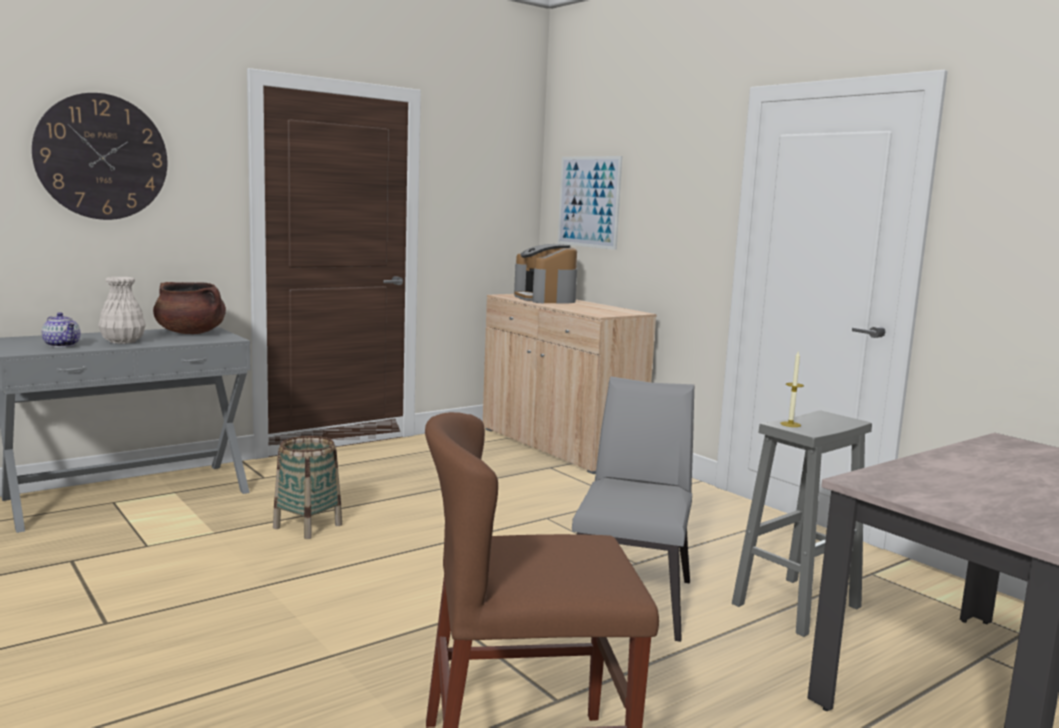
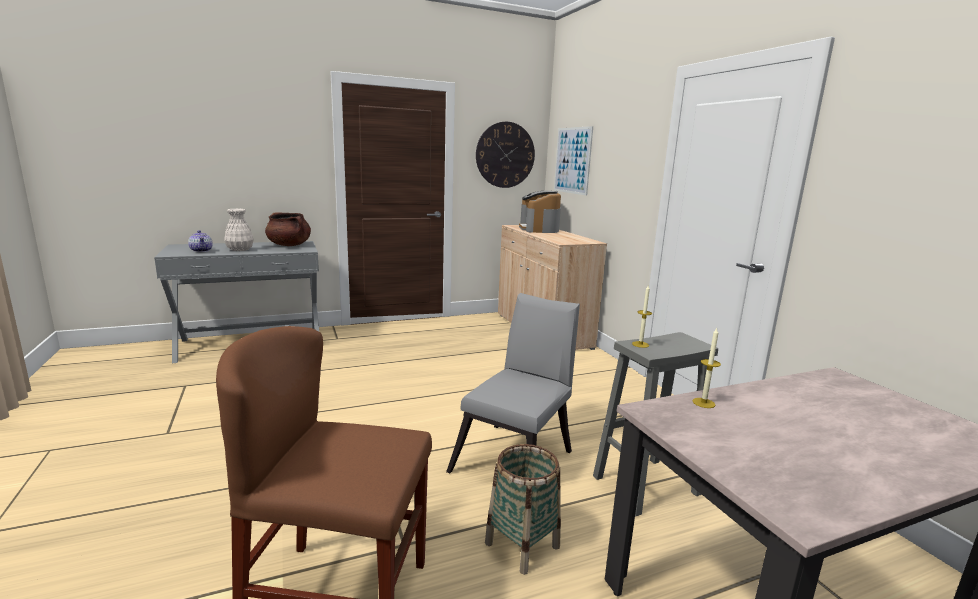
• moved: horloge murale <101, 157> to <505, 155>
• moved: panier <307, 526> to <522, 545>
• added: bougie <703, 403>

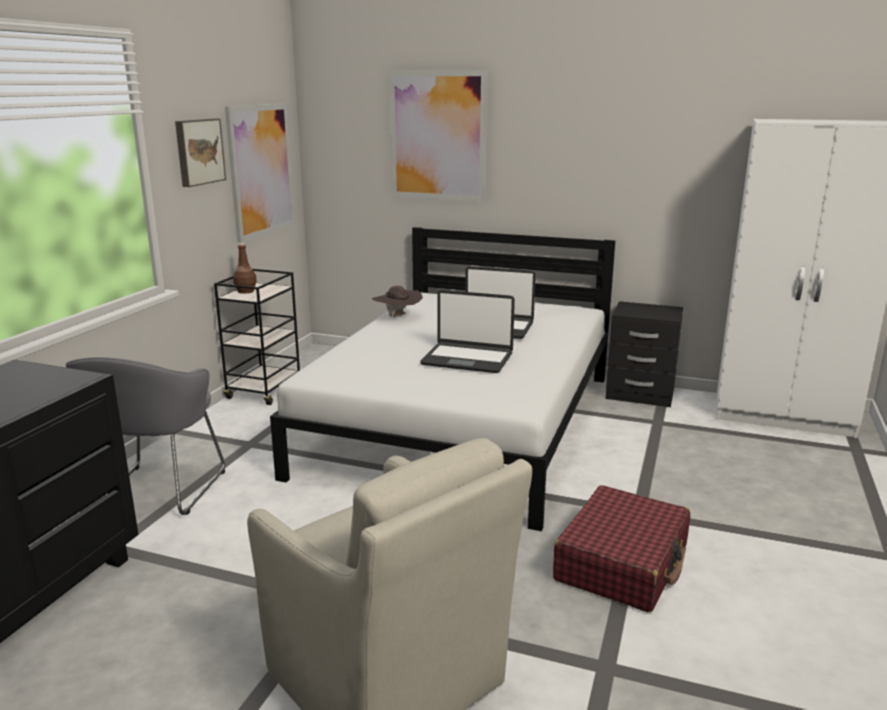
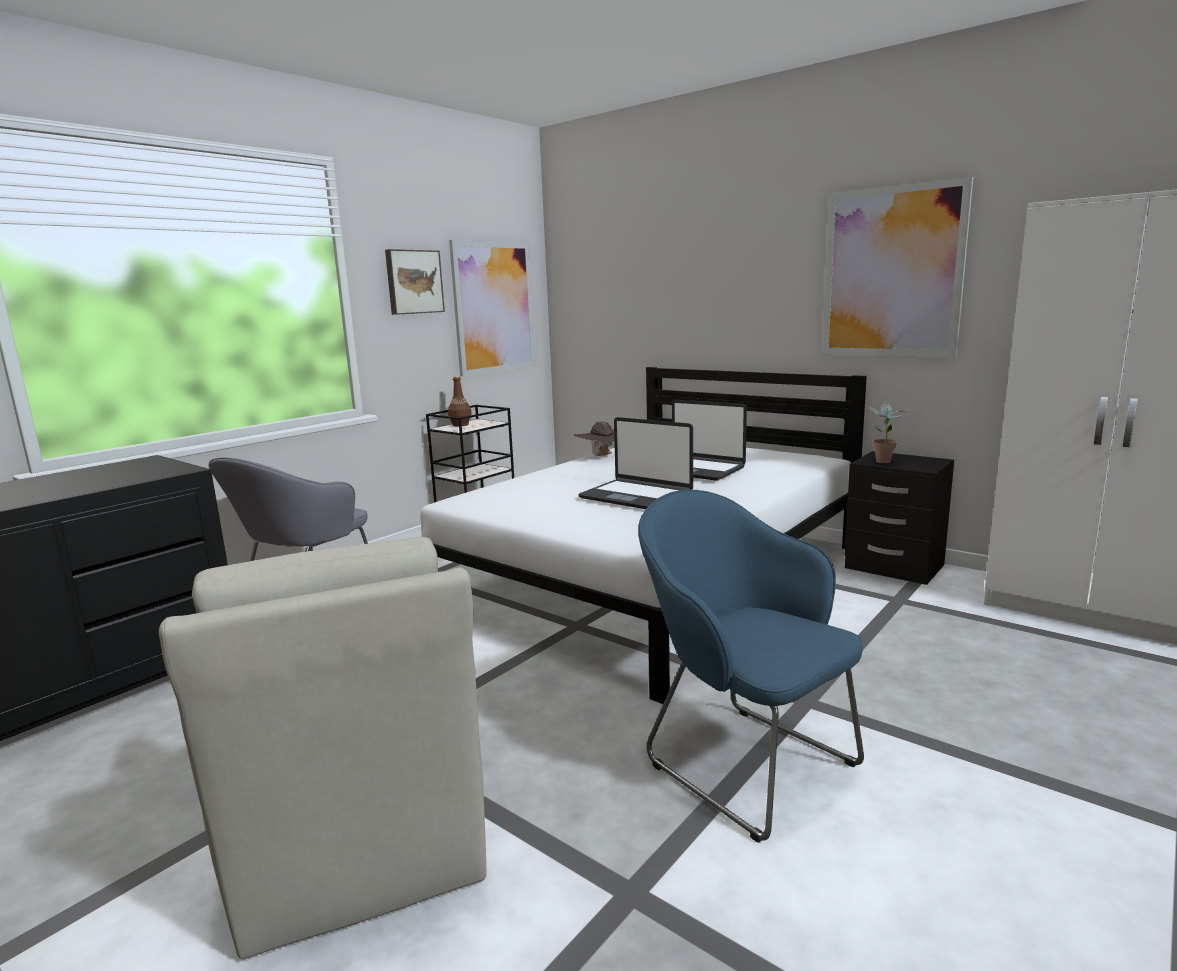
• replaced: valise (rouge) <622, 563> to fauteuil (bleu) <743, 761>
• moved: tableau <438, 136> to <892, 273>
• added: plante en pot <883, 463>

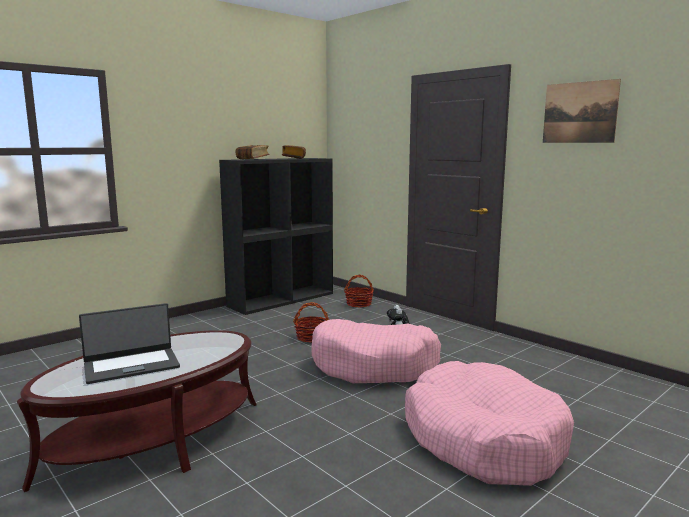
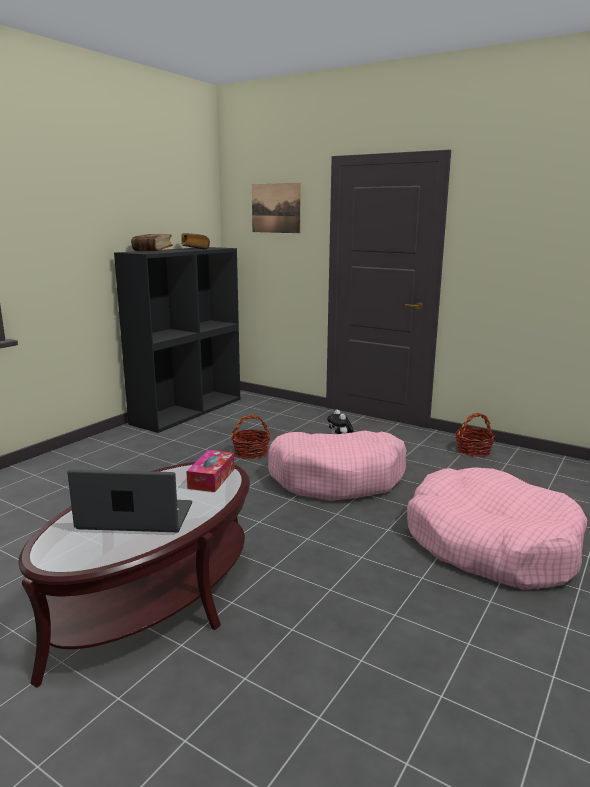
• turned: ordinateur portable <131, 365> = <135, 518> 135 degrees counterclockwise
• added: boîte à mouchoirs <211, 478>
• moved: tableau <579, 112> to <276, 208>
• moved: panier <359, 304> to <473, 450>

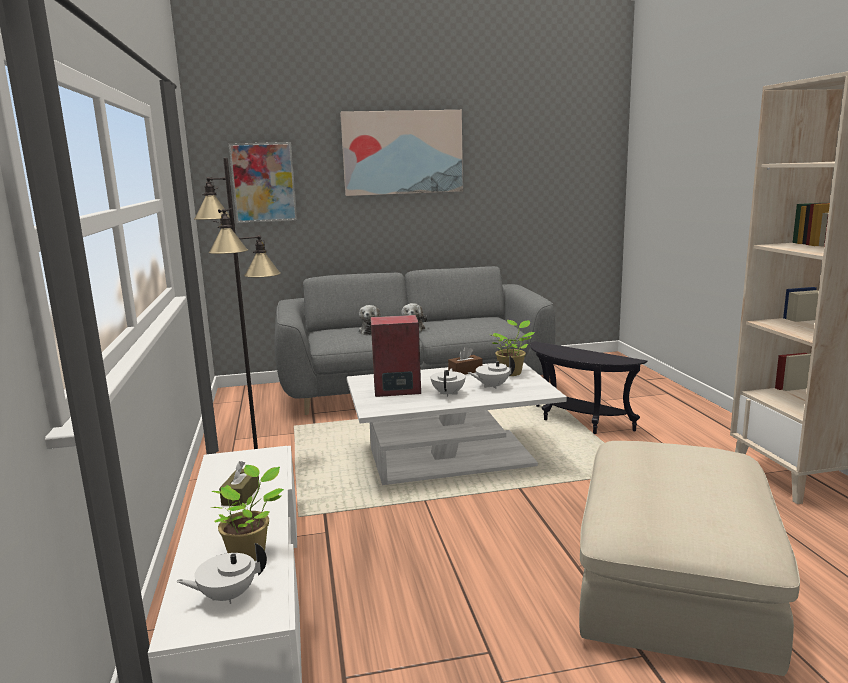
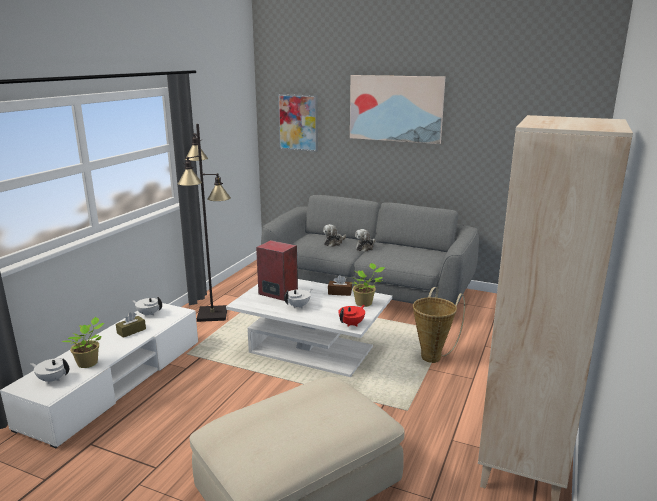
• moved: théière (blanc) <492, 386> to <148, 314>
• added: théière (rouge) <352, 324>
• replaced: table d'appoint (noir) <577, 422> to panier <433, 356>

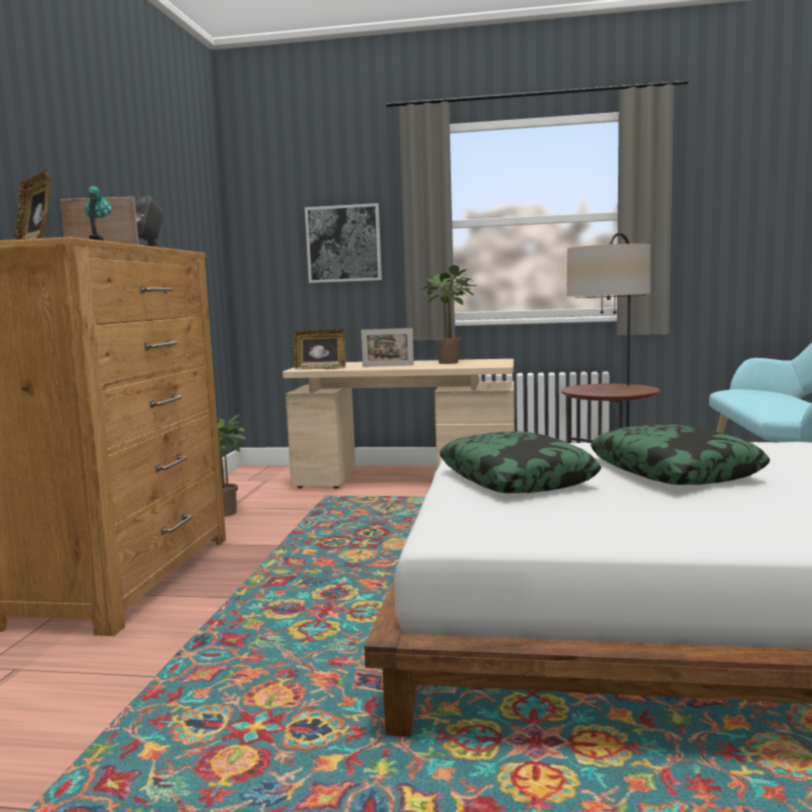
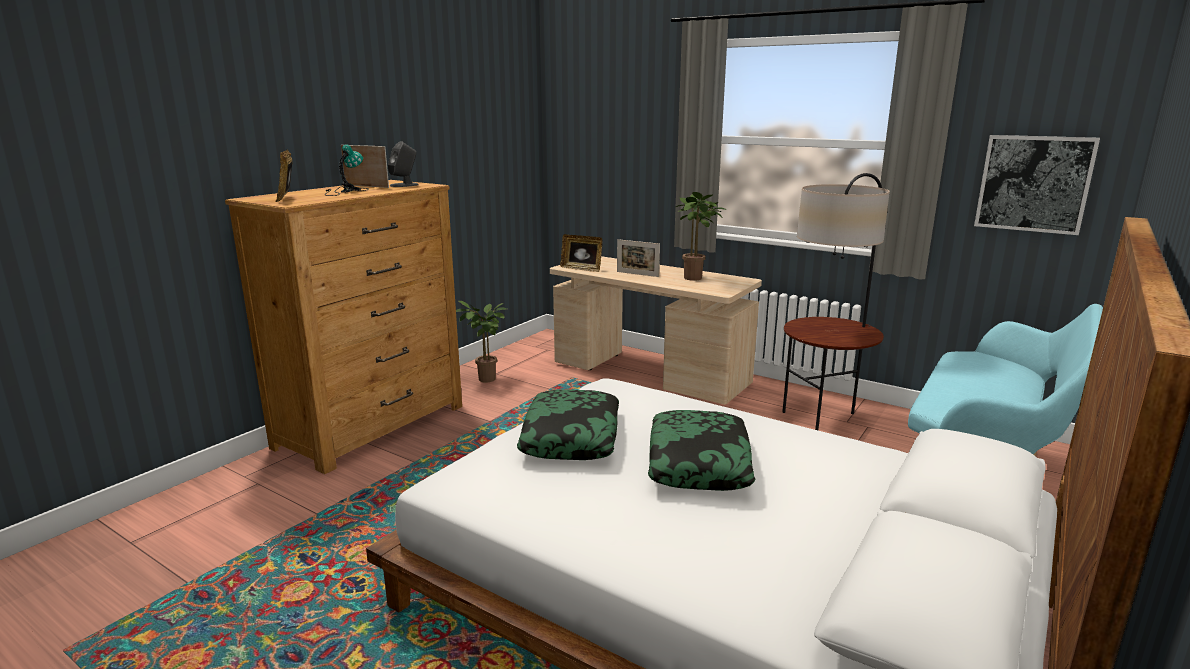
• moved: tableau <344, 243> to <1034, 183>

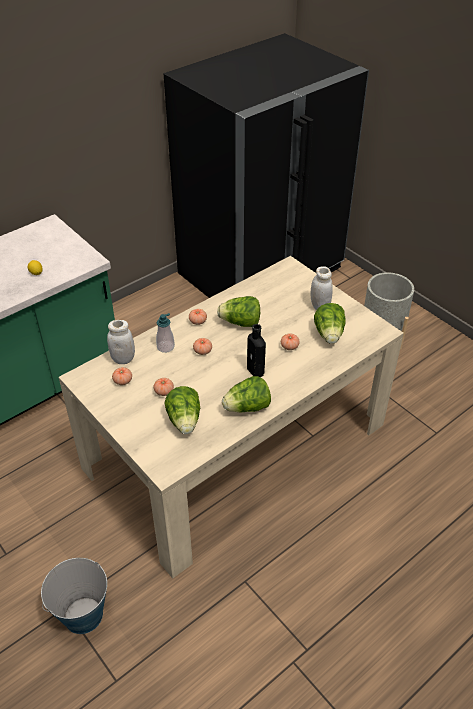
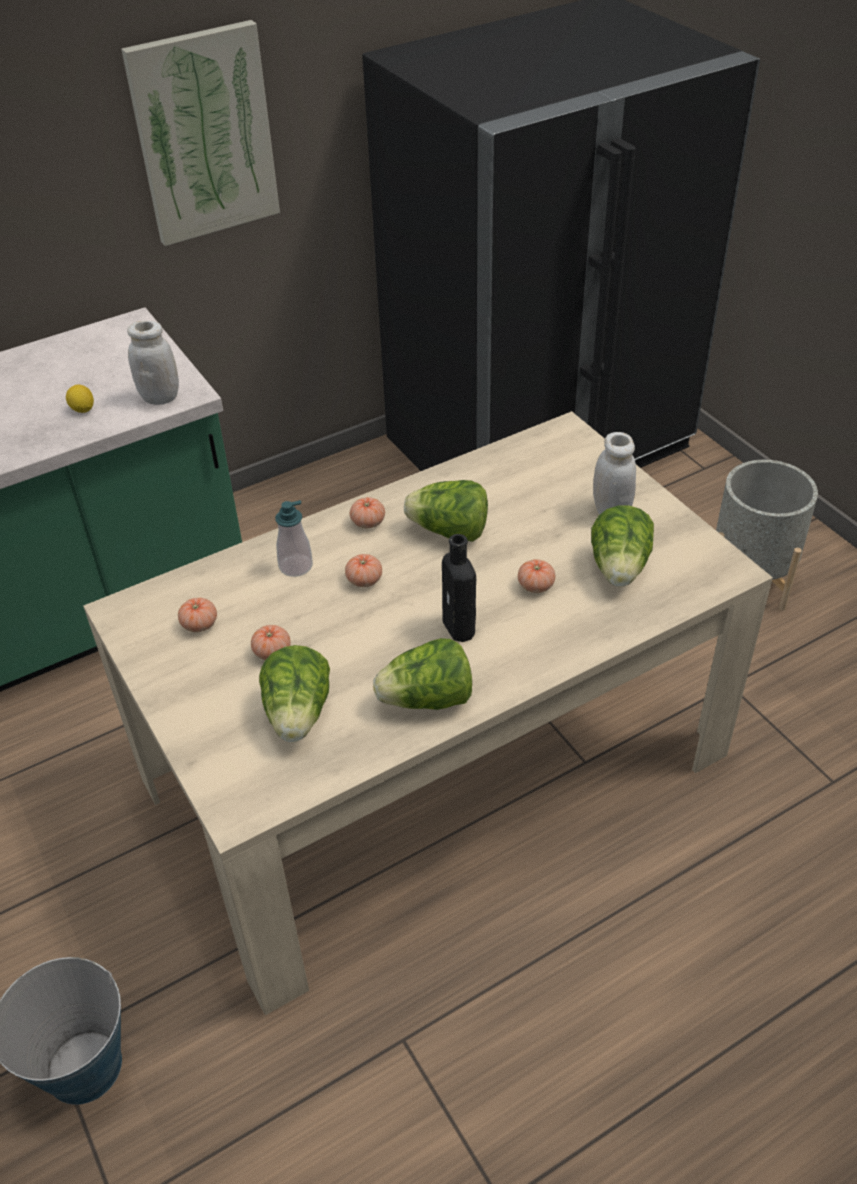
• added: tableau <204, 134>
• moved: bocal (blanc) <123, 359> to <160, 397>

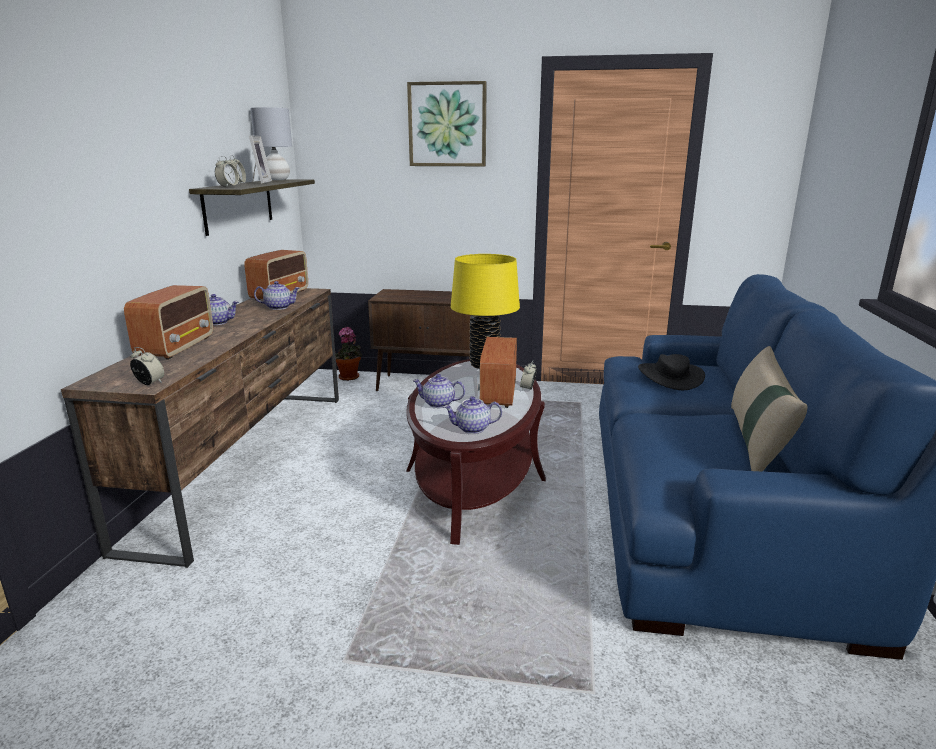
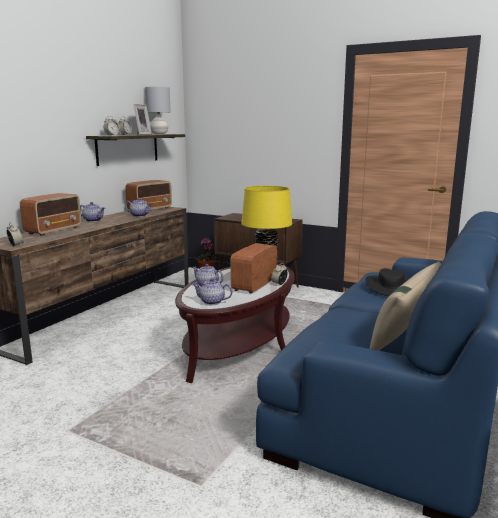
• removed: tableau <447, 124>

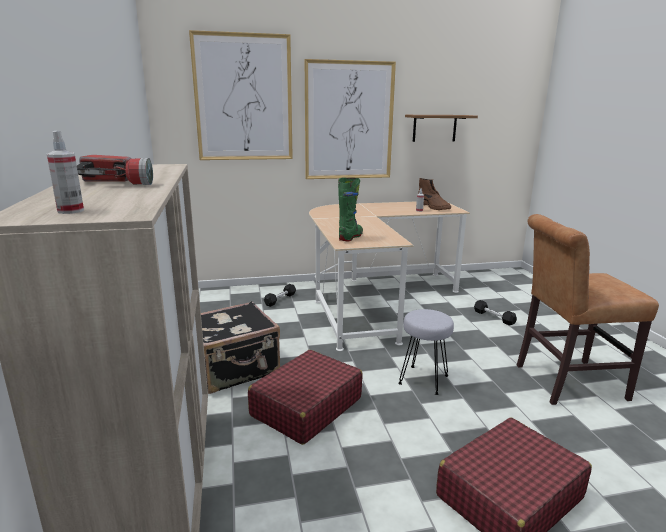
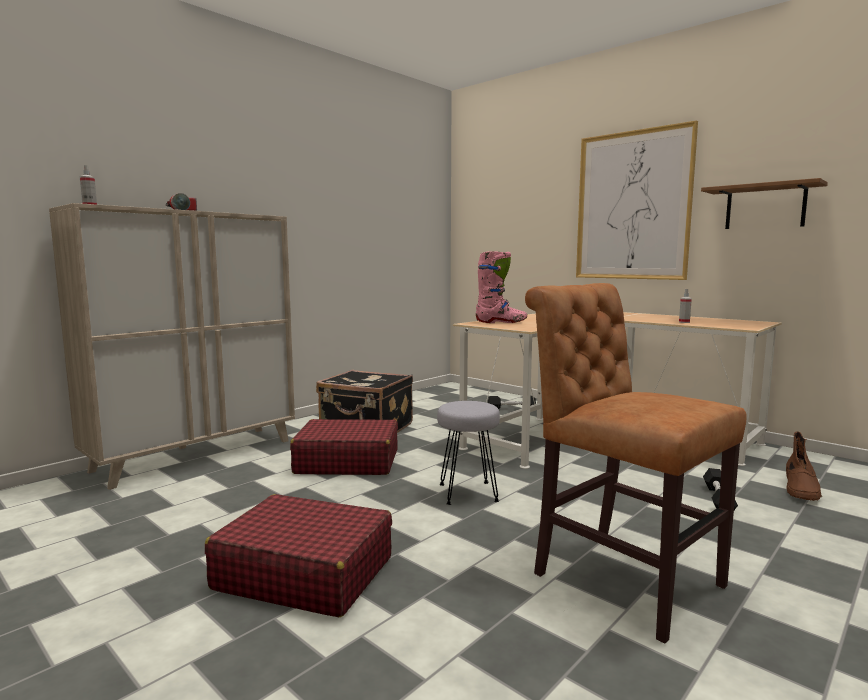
• recoloured: botte (vert) <350, 237> to botte (rose) <501, 322>
• moved: botte (marron) <433, 207> to <801, 489>
• removed: tableau <243, 98>

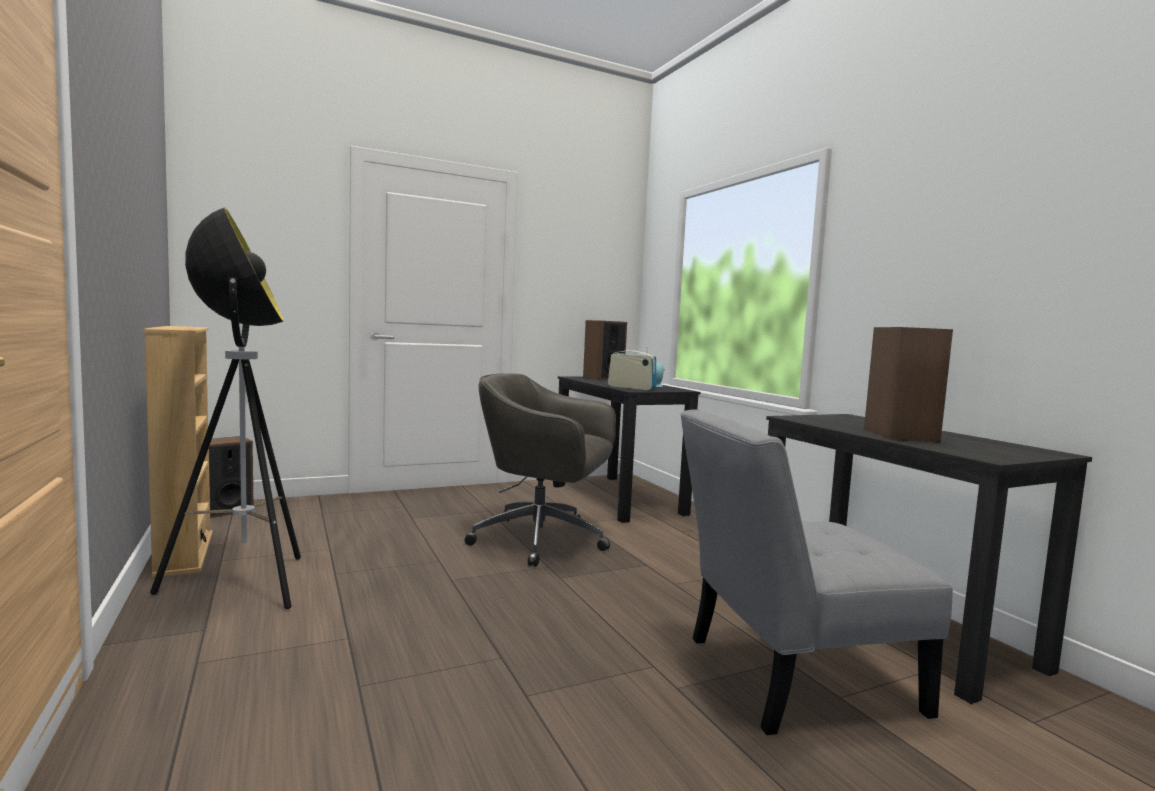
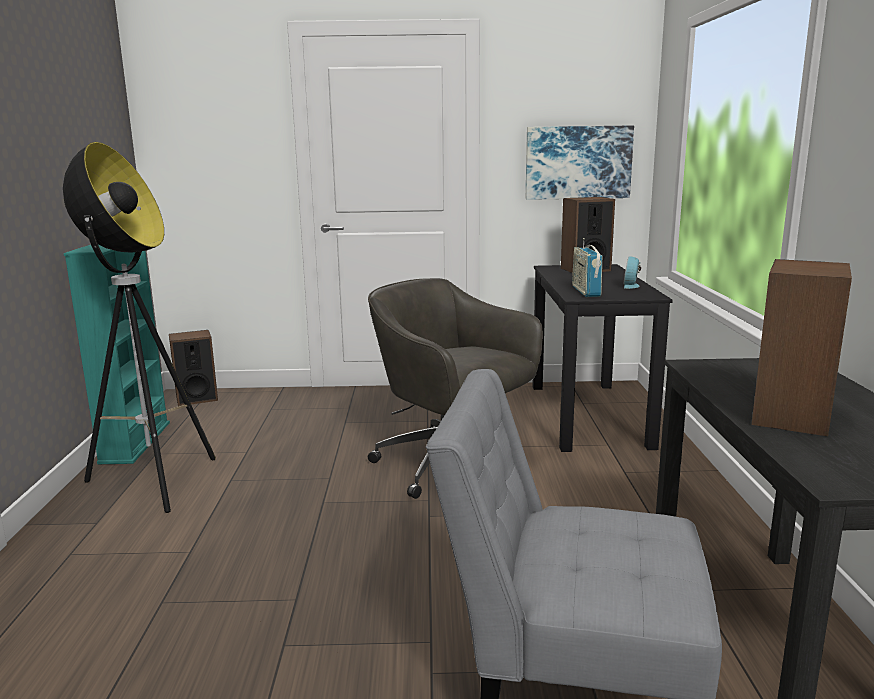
• recoloured: bibliothèque (beige) <184, 553> to bibliothèque (turquoise) <135, 442>
• added: tableau <578, 162>
• turned: radio <631, 387> = <586, 291> 150 degrees counterclockwise

